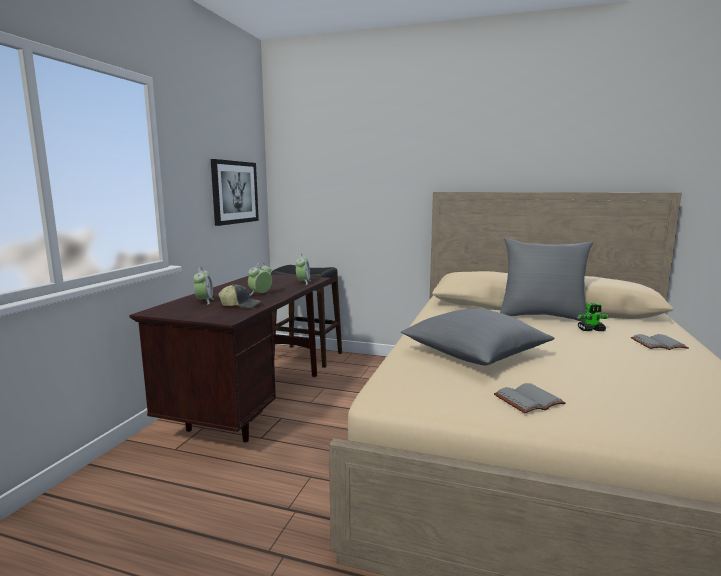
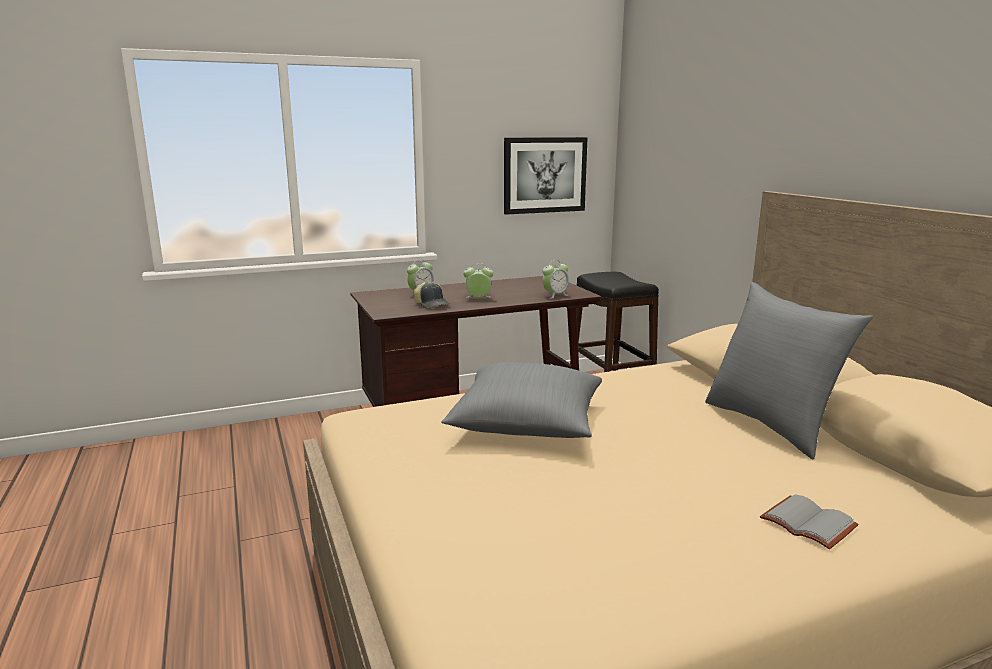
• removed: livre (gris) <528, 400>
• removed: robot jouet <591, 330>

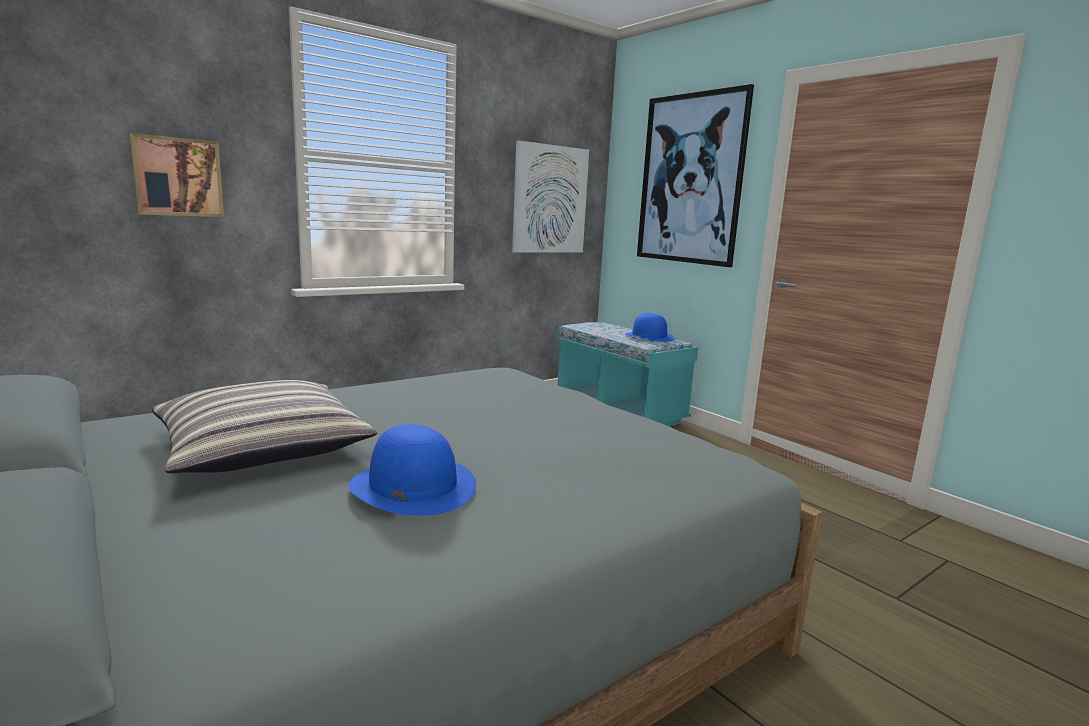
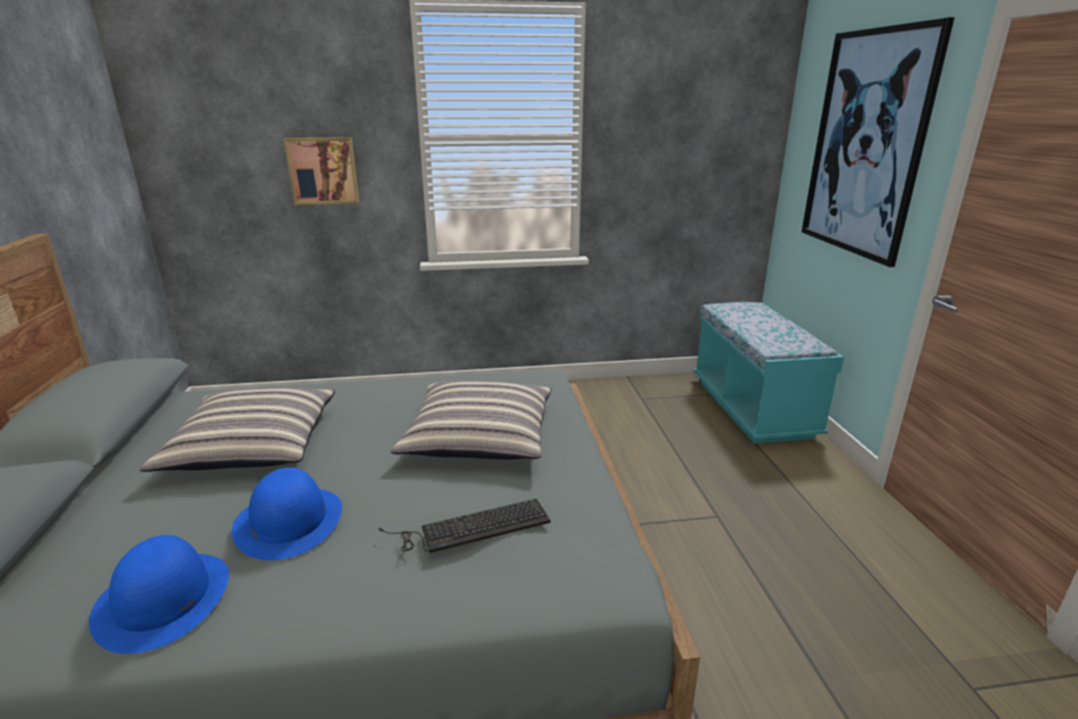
• moved: chapeau (bleu) <649, 336> to <164, 599>
• added: clavier <470, 527>
• added: coussin <479, 436>
• removed: tableau <550, 199>

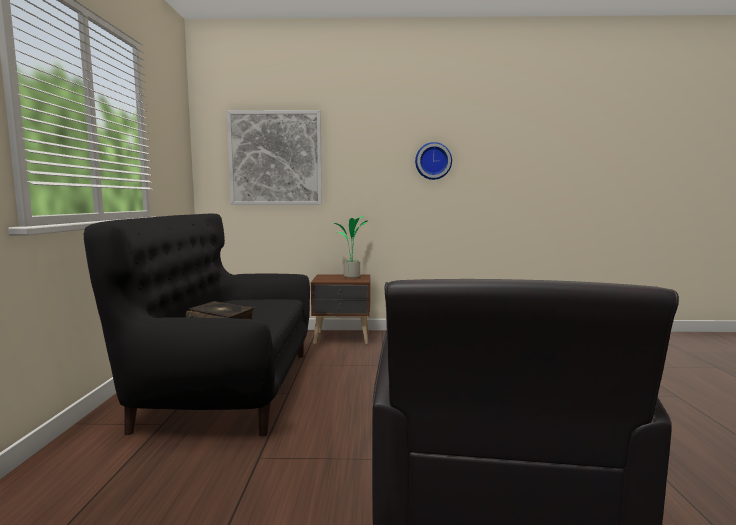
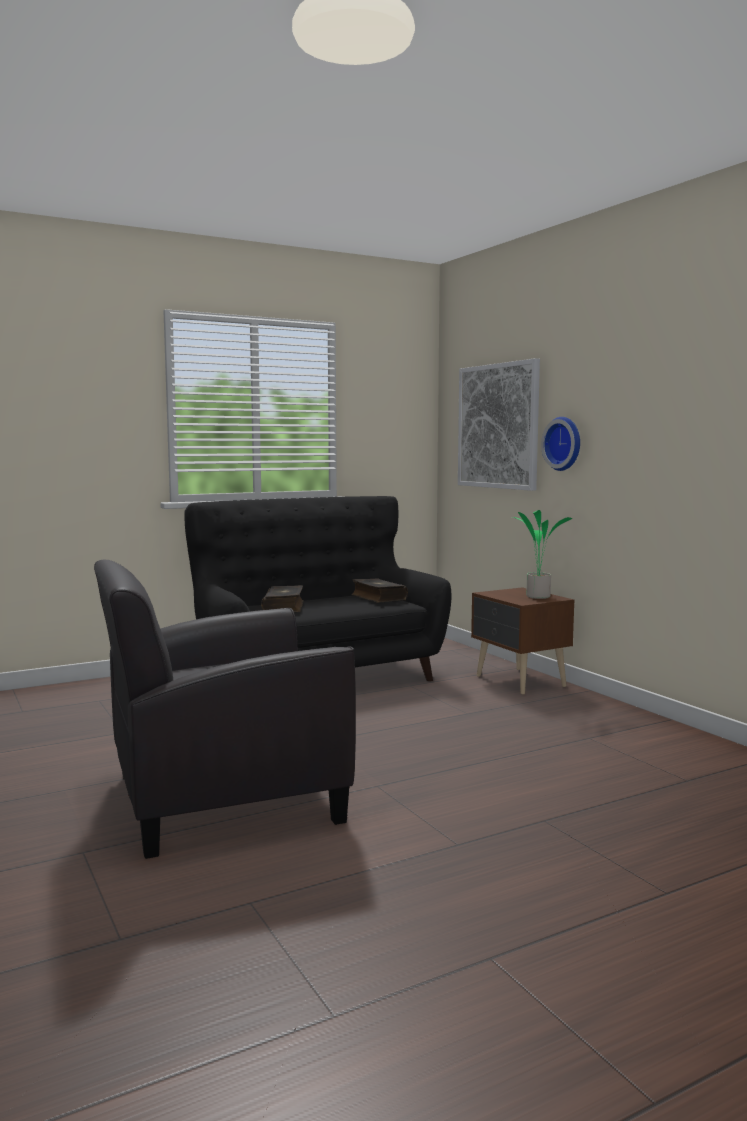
• added: livre <378, 598>
• moved: horloge murale <433, 161> to <564, 443>

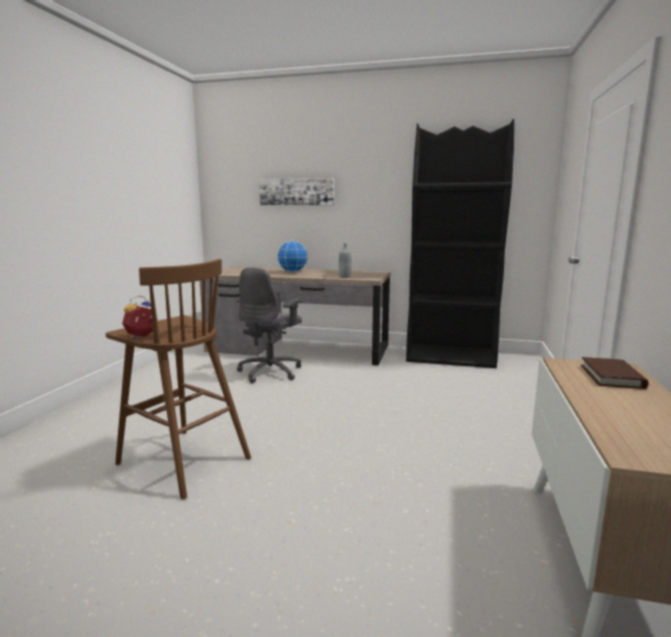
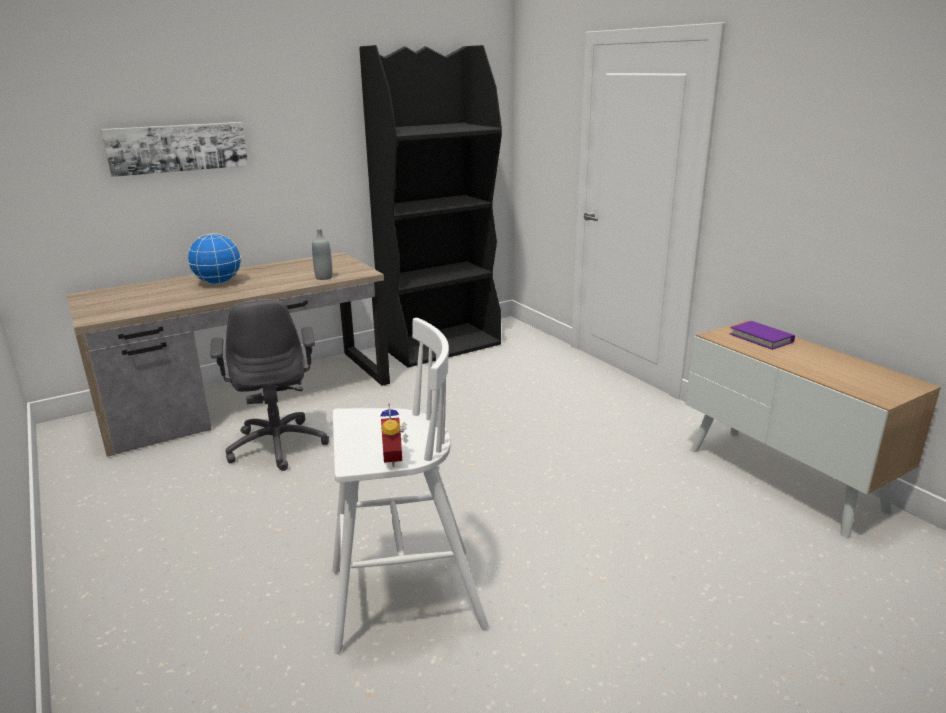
• recoloured: tabouret (marron) <182, 460> to tabouret (blanc) <402, 598>
• recoloured: livre (marron) <611, 376> to livre (violet) <761, 338>

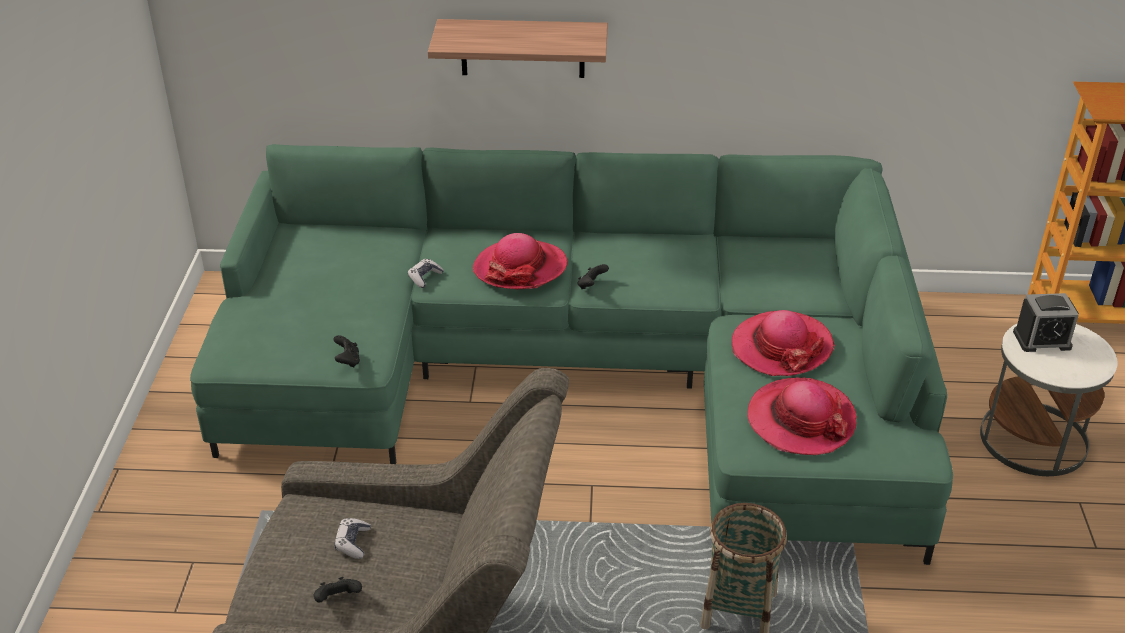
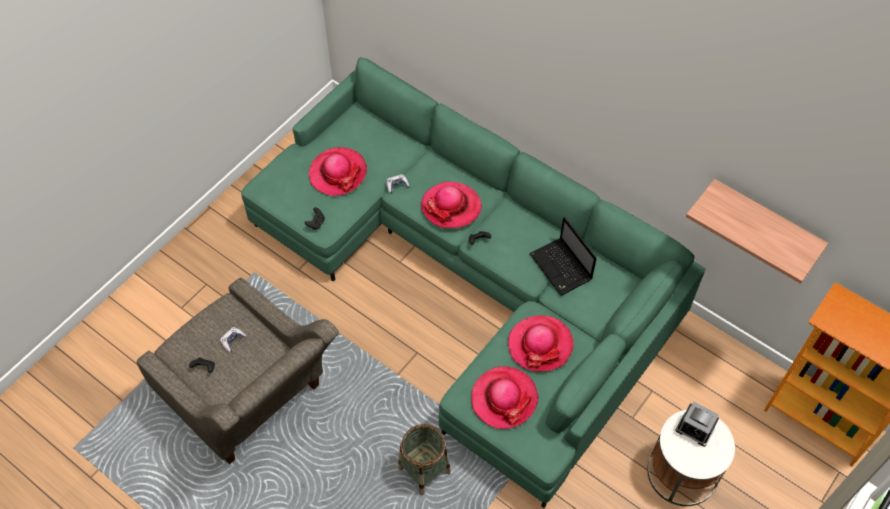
• added: chapeau <337, 173>
• added: ordinateur portable <561, 268>
• moved: étagère <522, 48> to <764, 222>

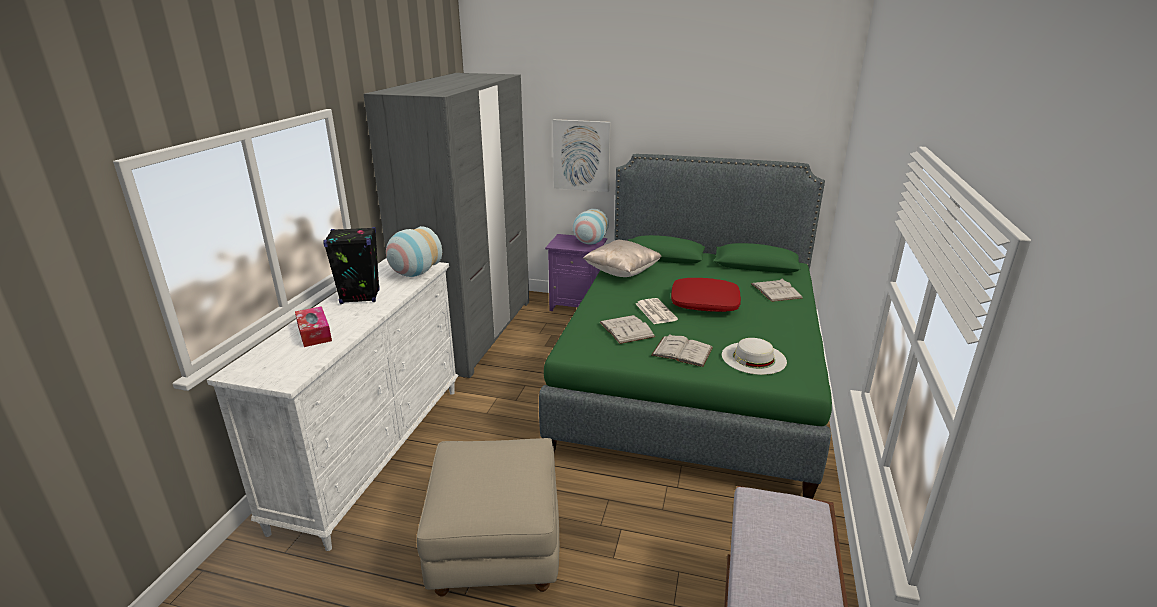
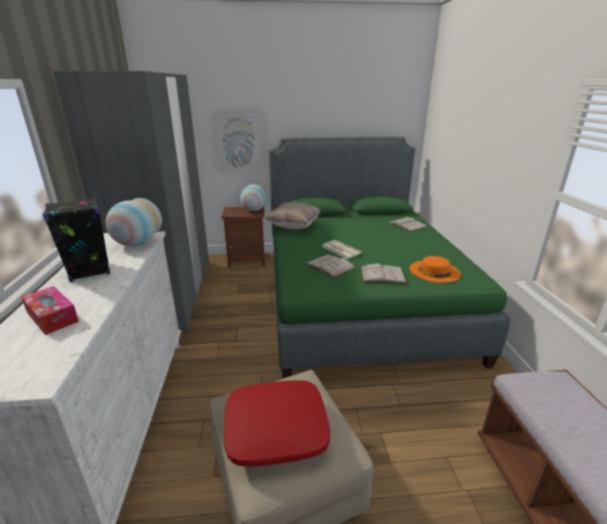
• recoloured: table de chevet (violet) <577, 305> to table de chevet (marron) <247, 260>
• moved: coussin (rouge) <704, 303> to <276, 429>
• recoloured: chapeau (blanc) <753, 358> to chapeau (orange) <434, 271>

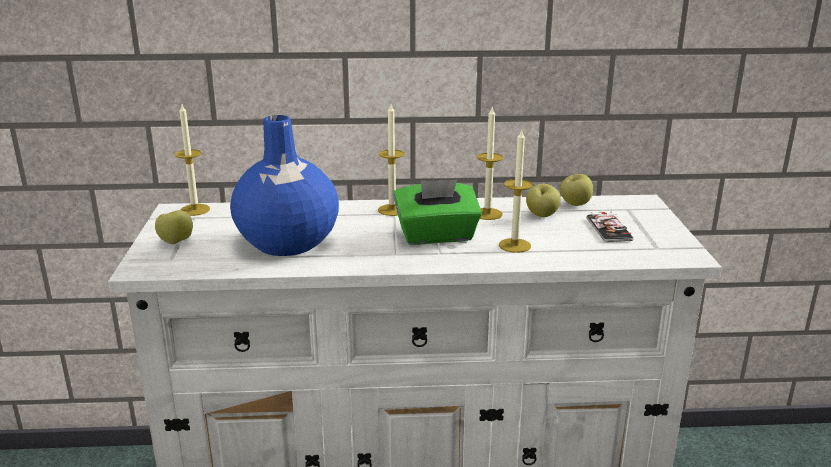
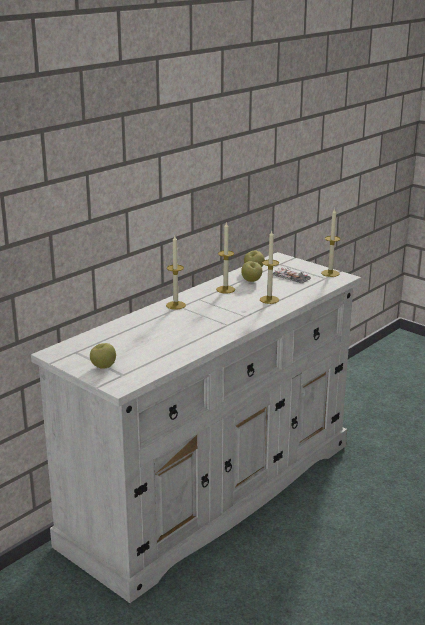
• moved: bougie <195, 210> to <330, 273>
• removed: vase (bleu) <287, 243>
• removed: boîte à mouchoirs (vert) <436, 236>

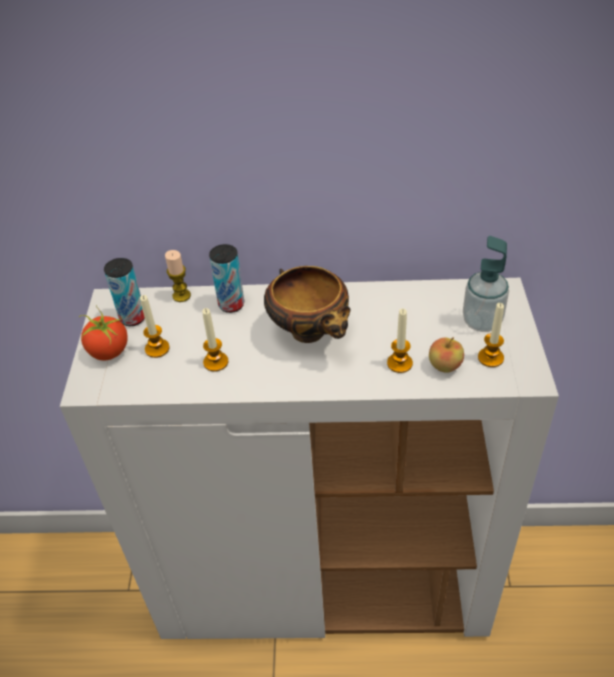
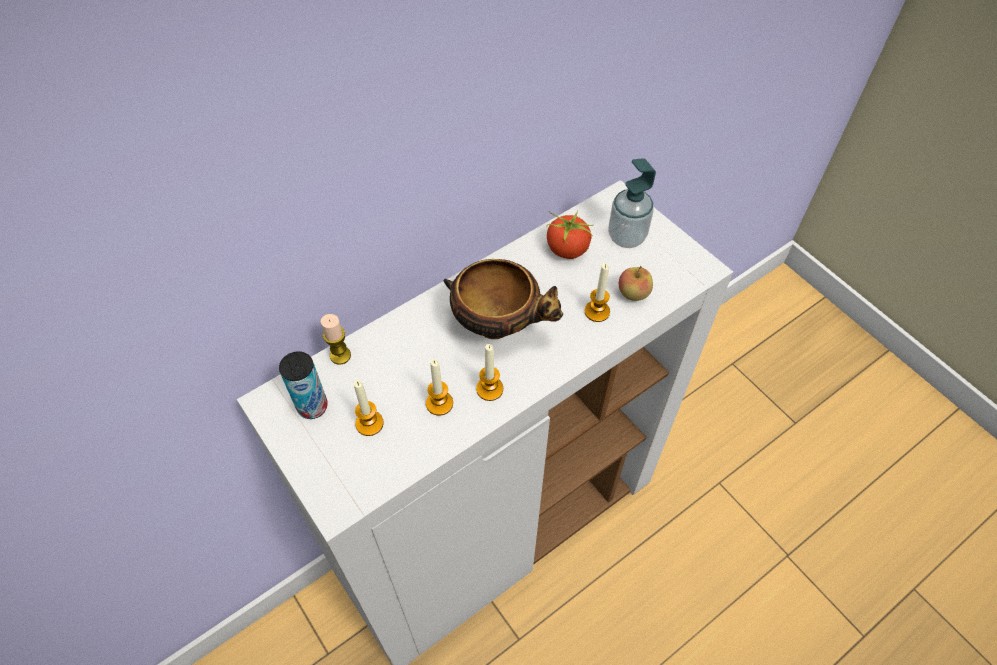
• moved: bougie <490, 358> to <489, 389>
• moved: tomate <108, 351> to <566, 249>
• removed: boîte métallique <231, 304>

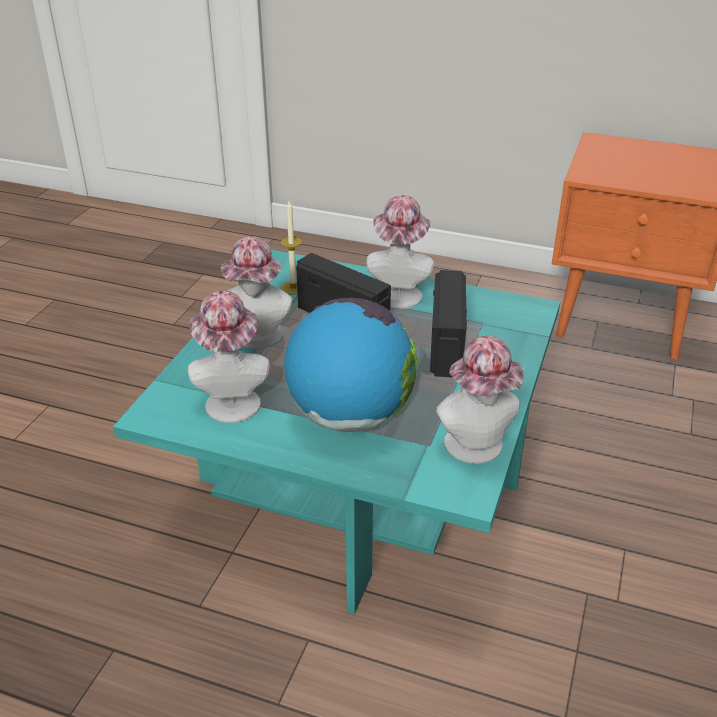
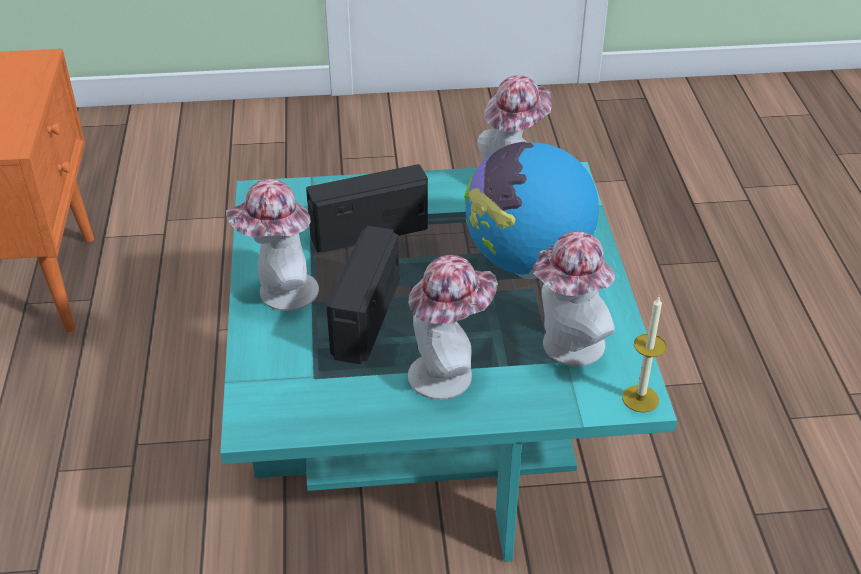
• moved: bougie <293, 287> to <640, 398>

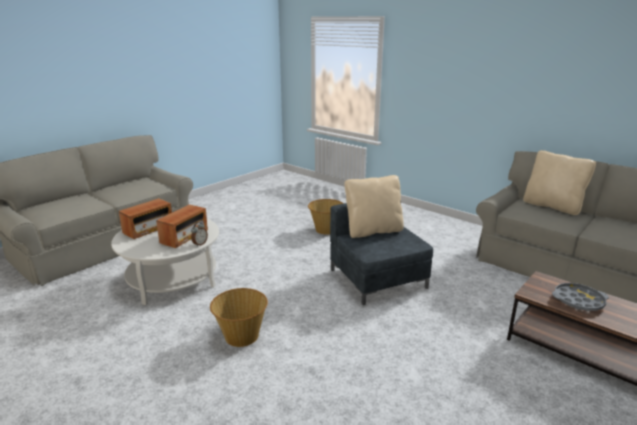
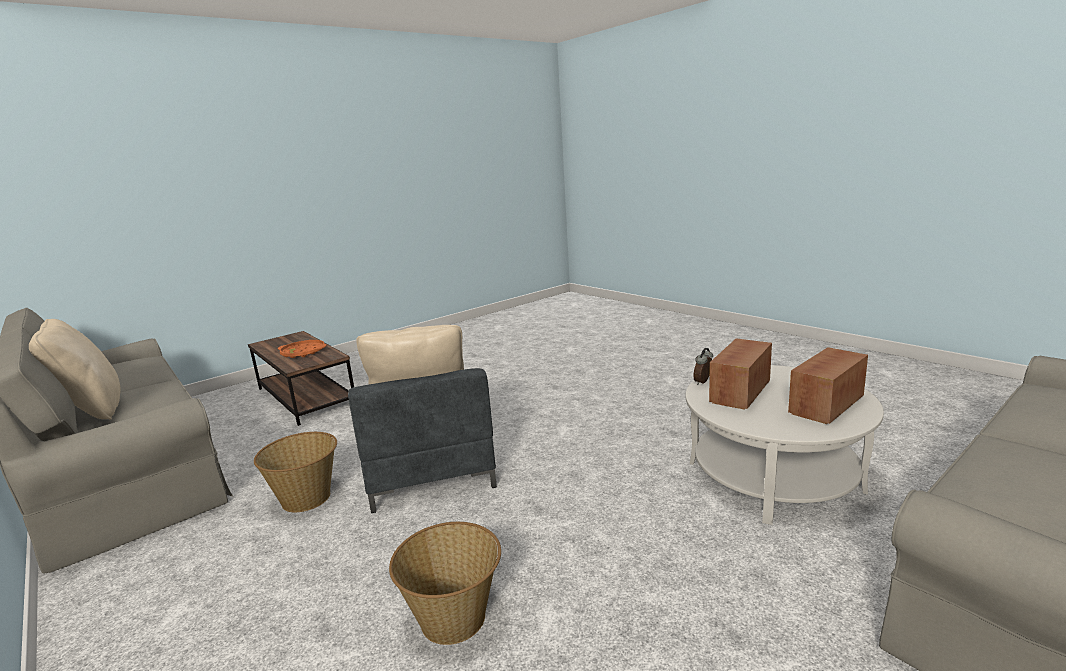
• moved: panier <241, 336> to <307, 498>
• recoloured: plateau (gris) <578, 300> to plateau (orange) <303, 352>

